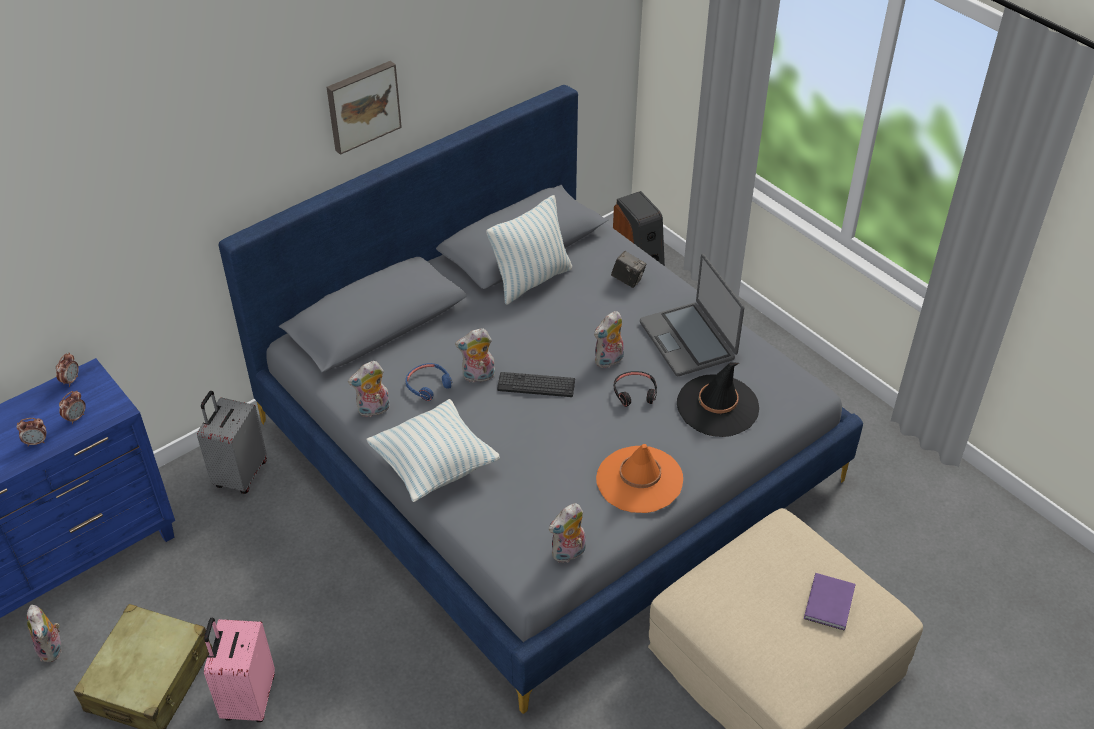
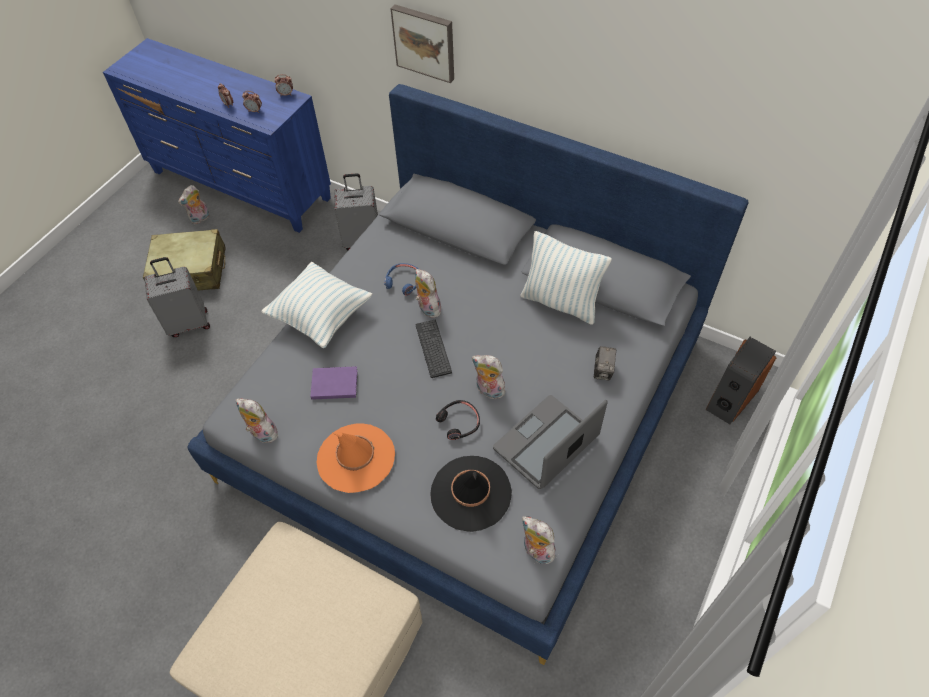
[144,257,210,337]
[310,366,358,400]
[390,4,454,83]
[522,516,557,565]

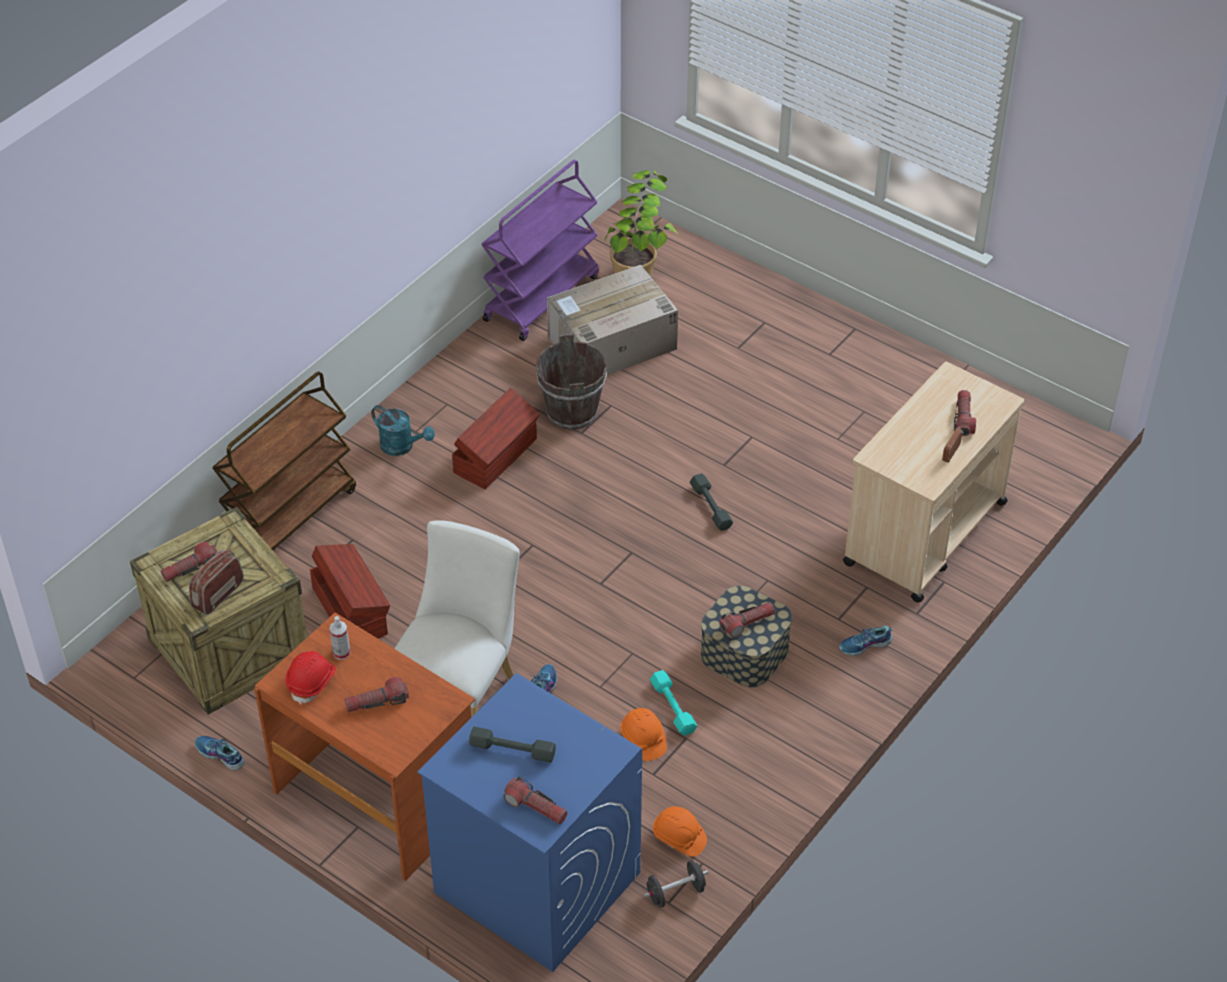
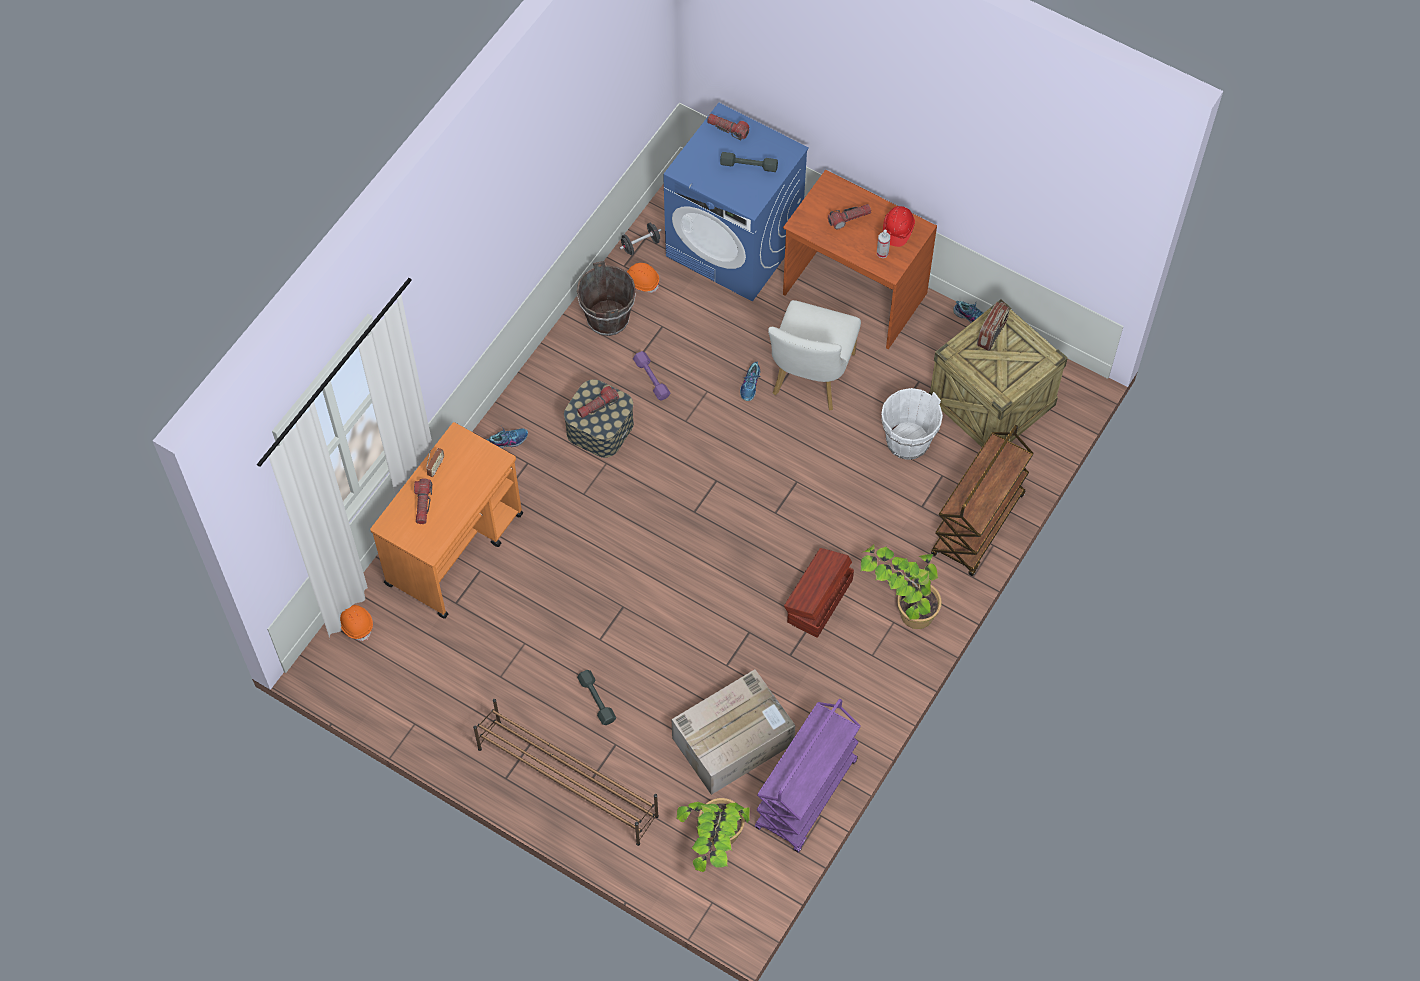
[340,605,373,641]
[370,422,523,619]
[473,699,659,846]
[577,261,636,336]
[577,670,616,725]
[633,351,670,401]
[861,544,942,629]
[881,388,943,460]
[161,542,218,582] (first image)

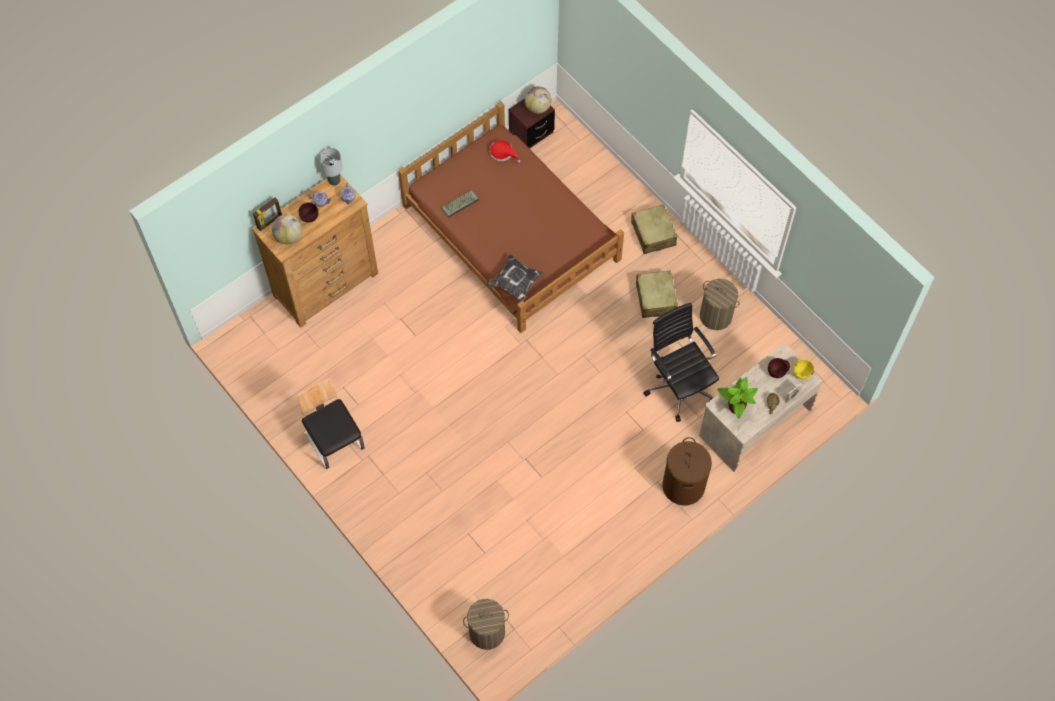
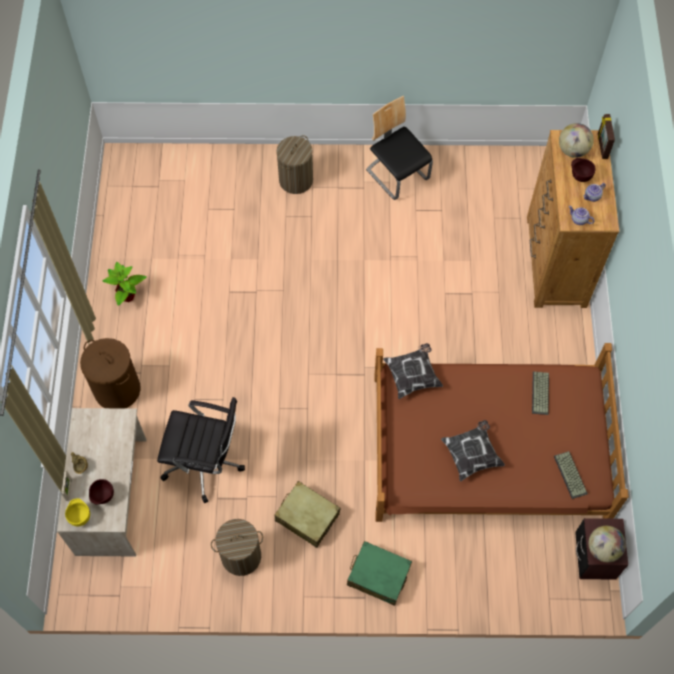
[103,262,147,306]
[276,135,313,194]
[347,541,412,606]
[366,96,433,200]
[441,420,505,482]
[554,451,588,499]
[319,148,343,186] (first image)

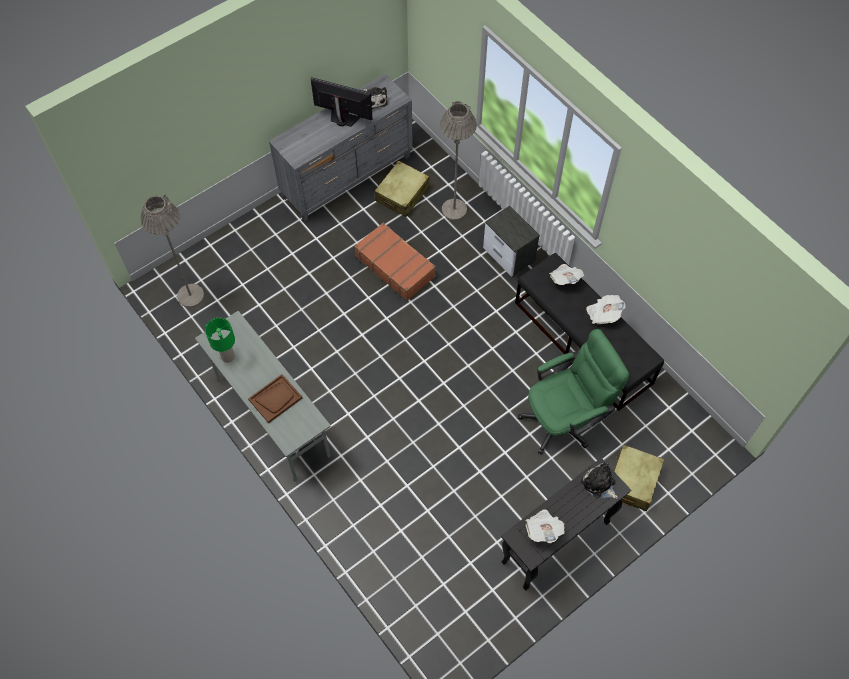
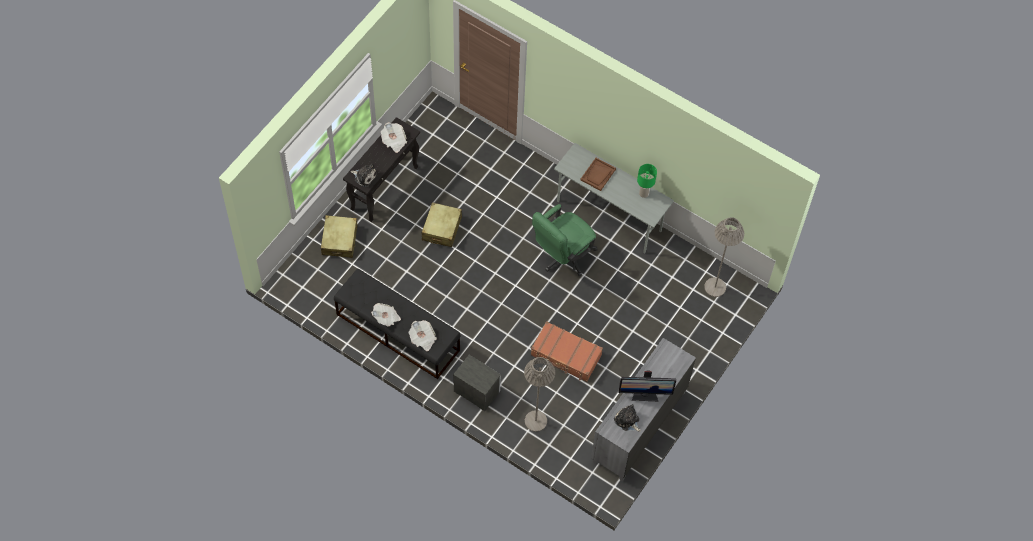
[422,202,462,247]
[532,204,597,276]

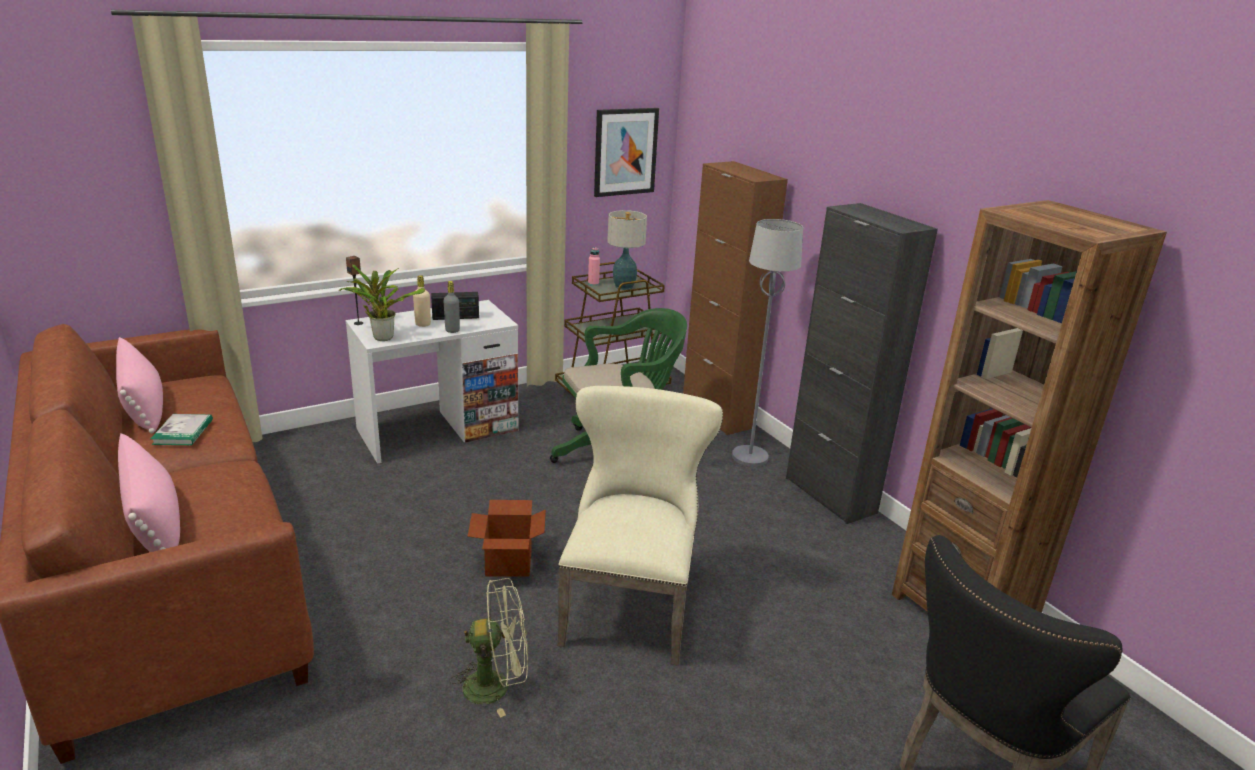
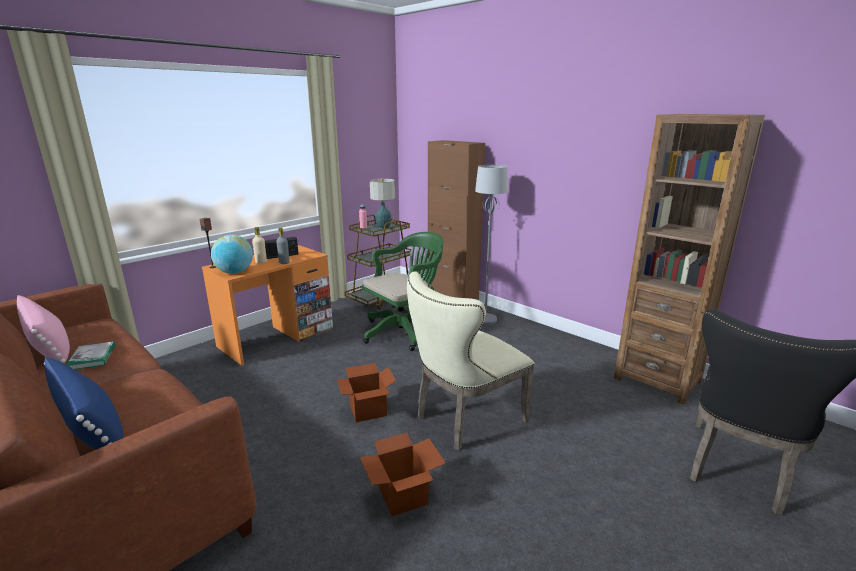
[44,357,123,450]
[202,245,333,366]
[211,235,253,274]
[360,432,446,517]
[407,271,535,450]
[594,108,659,197] (first image)
[786,203,938,524] (first image)

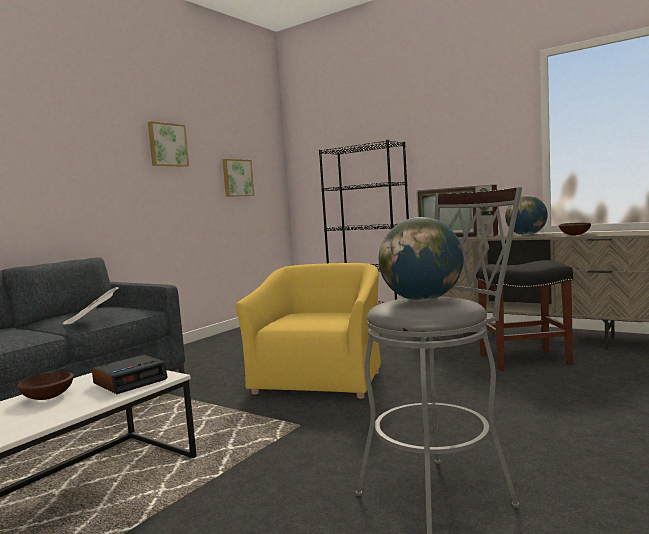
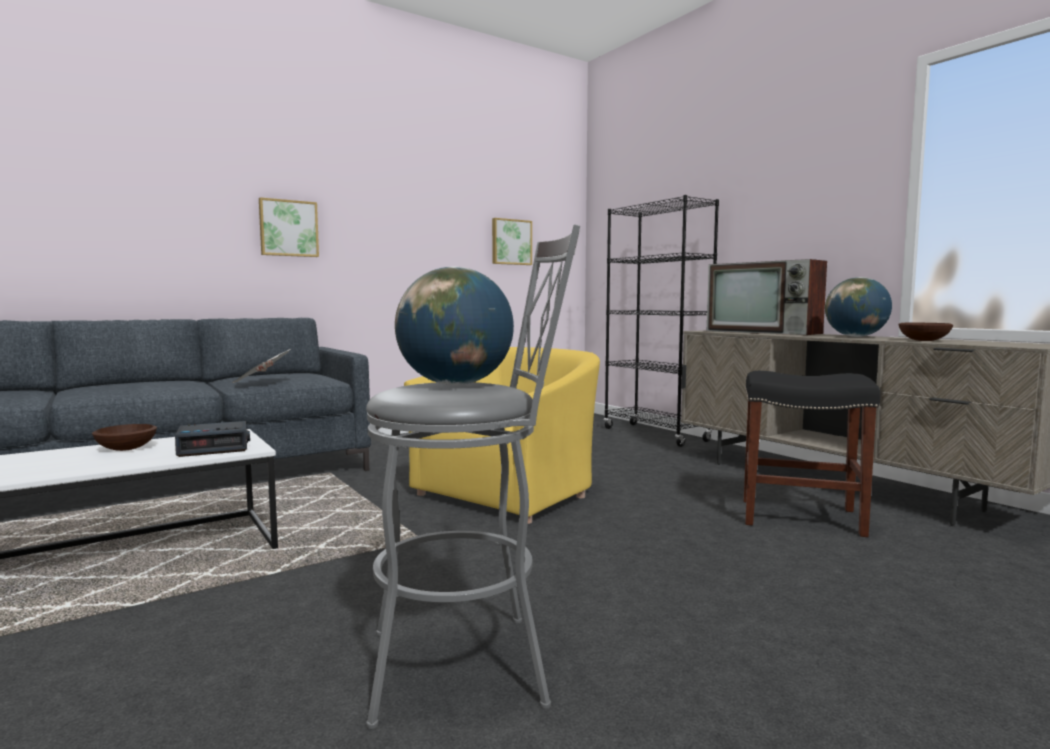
[259,197,319,257]

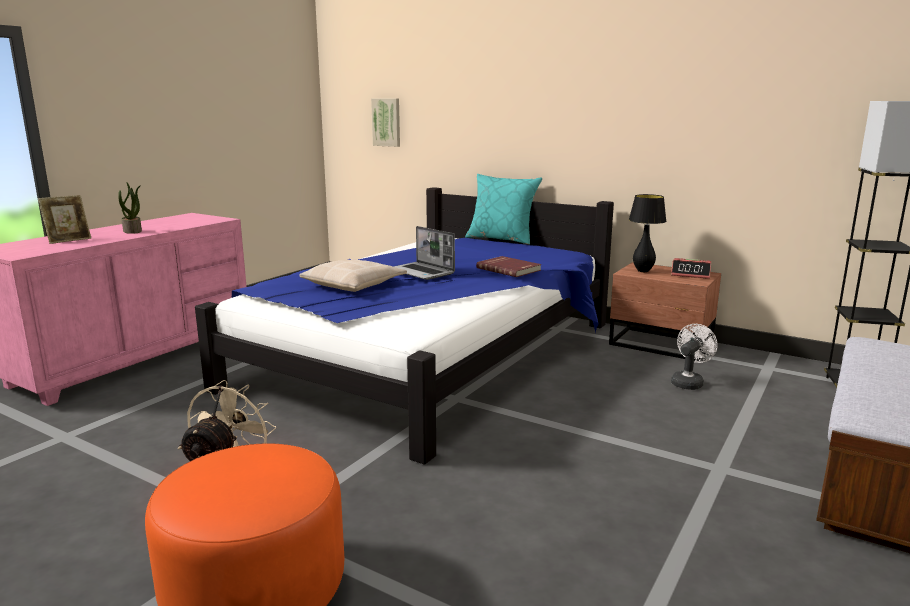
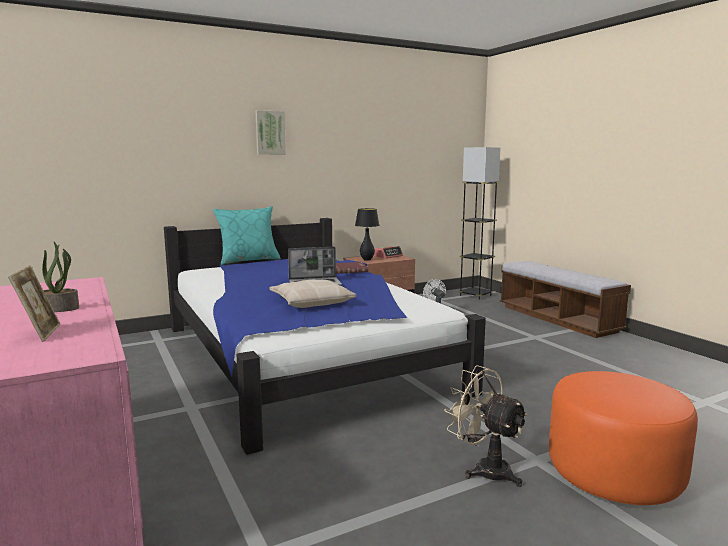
[255,110,286,155]

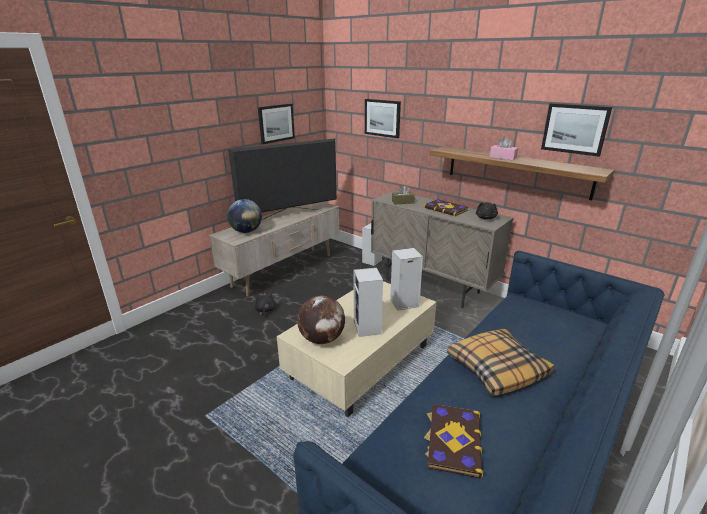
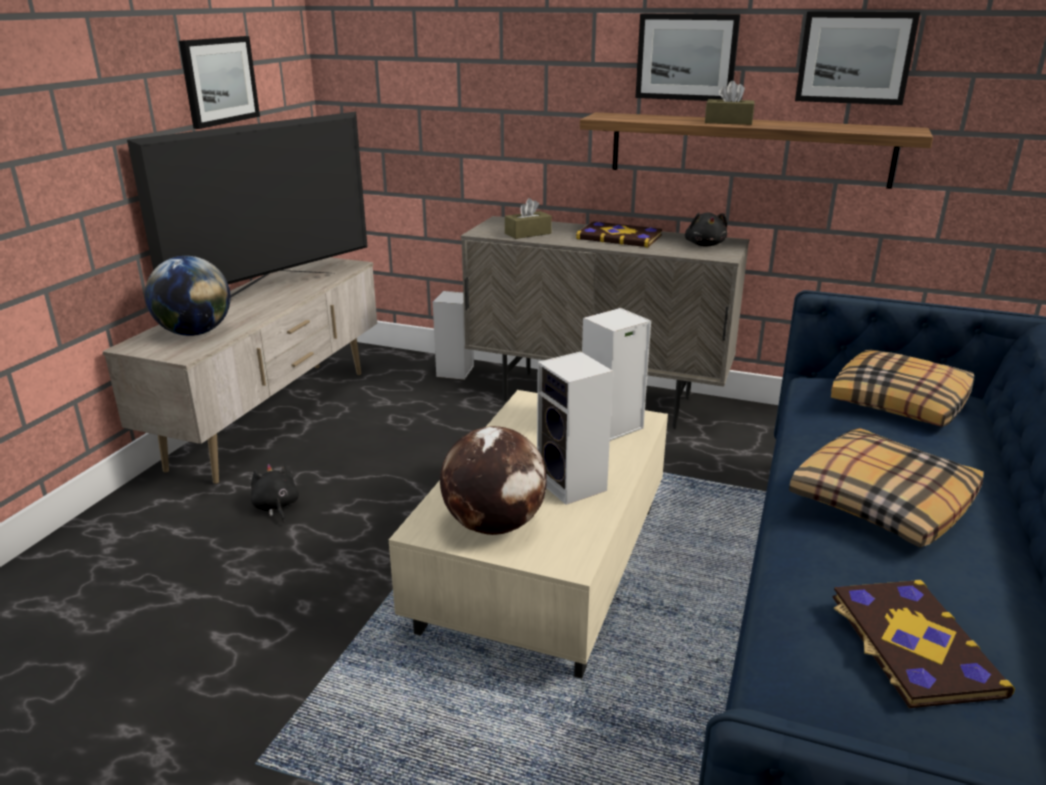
[635,14,741,101]
[705,81,754,125]
[831,350,974,427]

